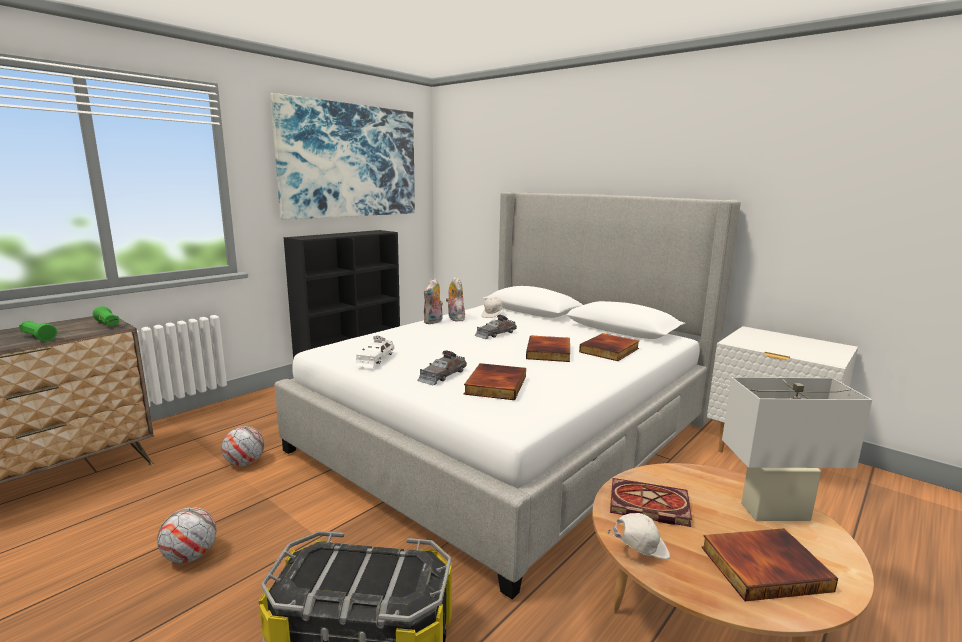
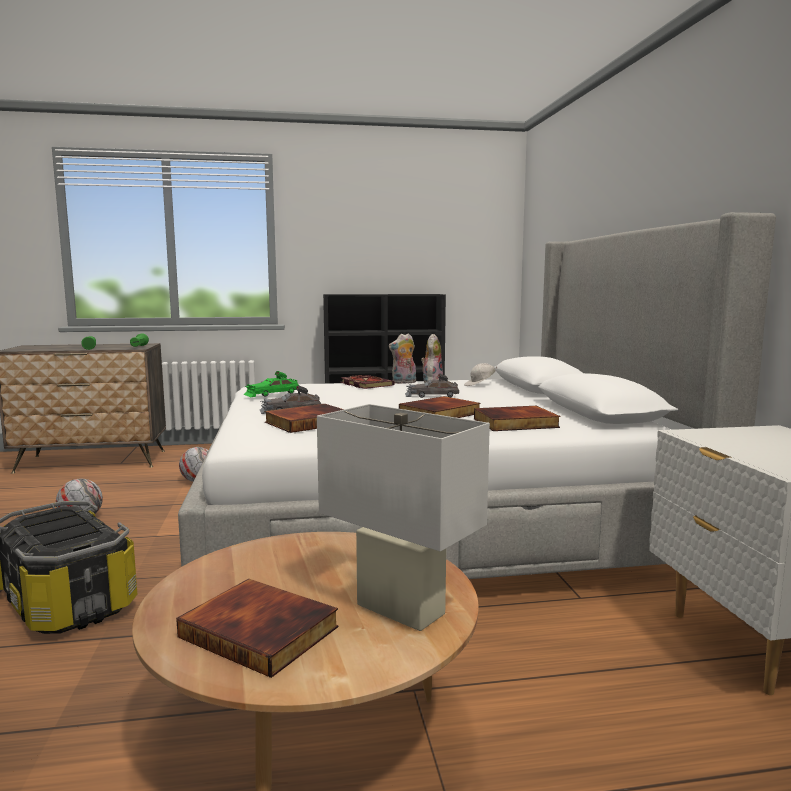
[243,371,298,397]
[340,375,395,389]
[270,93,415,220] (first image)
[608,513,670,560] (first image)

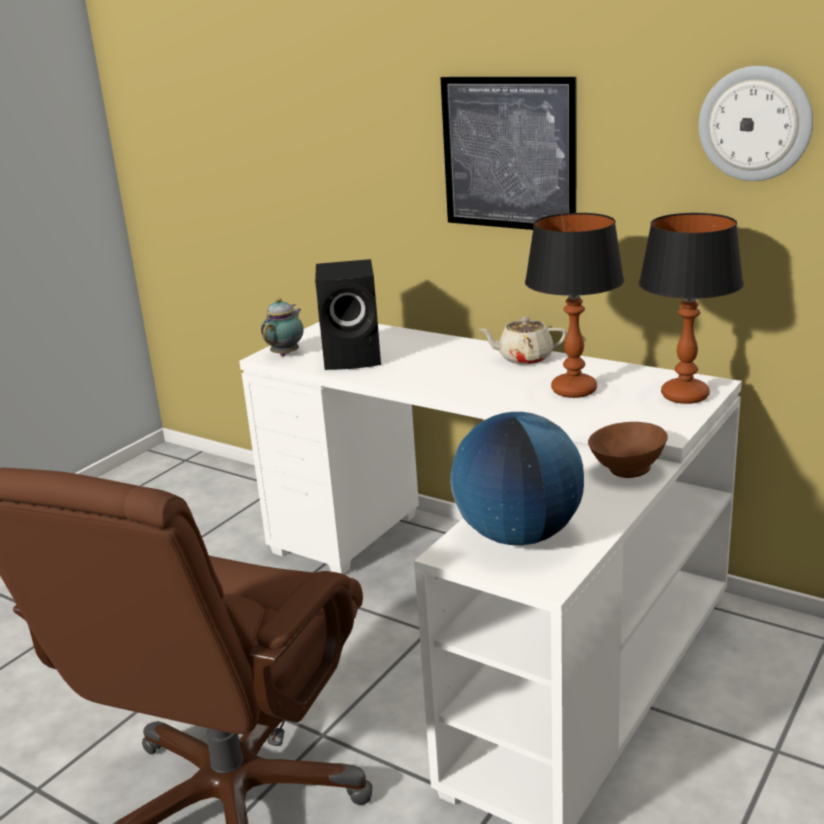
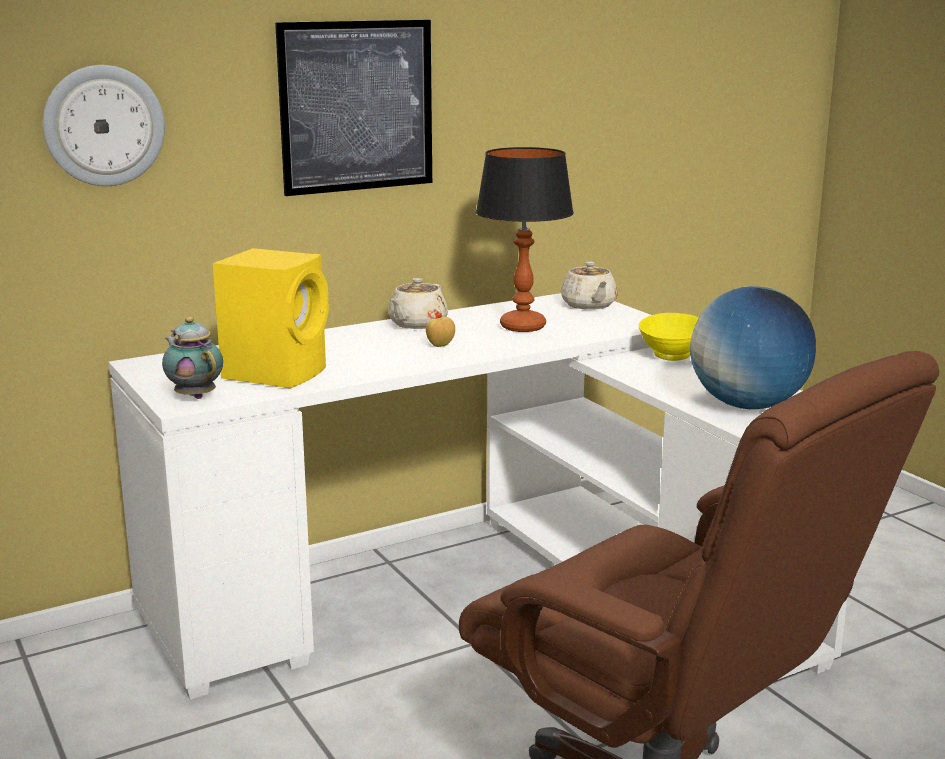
[43,65,165,186]
[213,248,329,388]
[426,317,455,347]
[561,261,618,310]
[639,313,699,361]

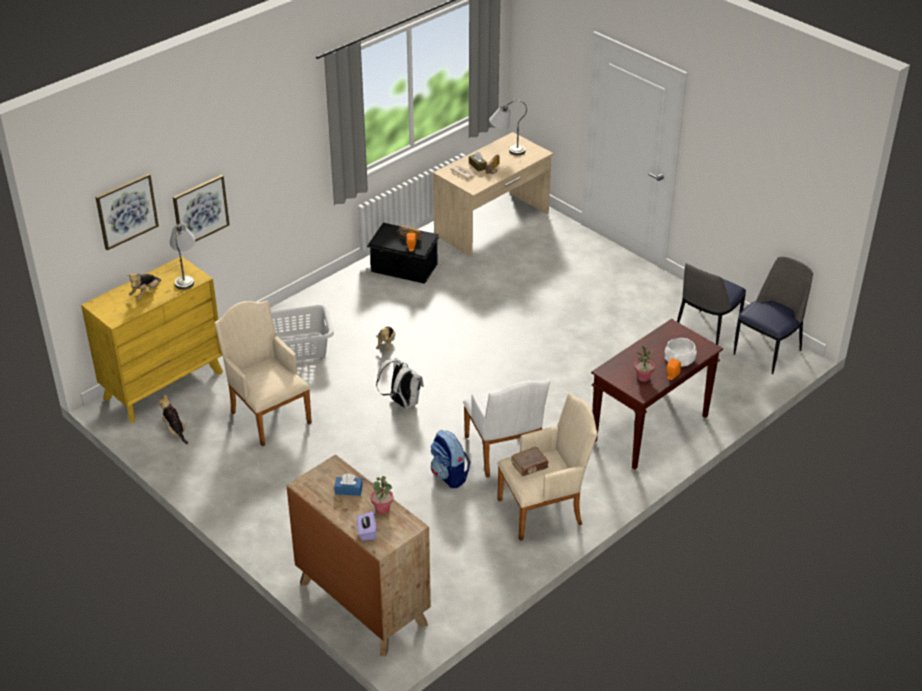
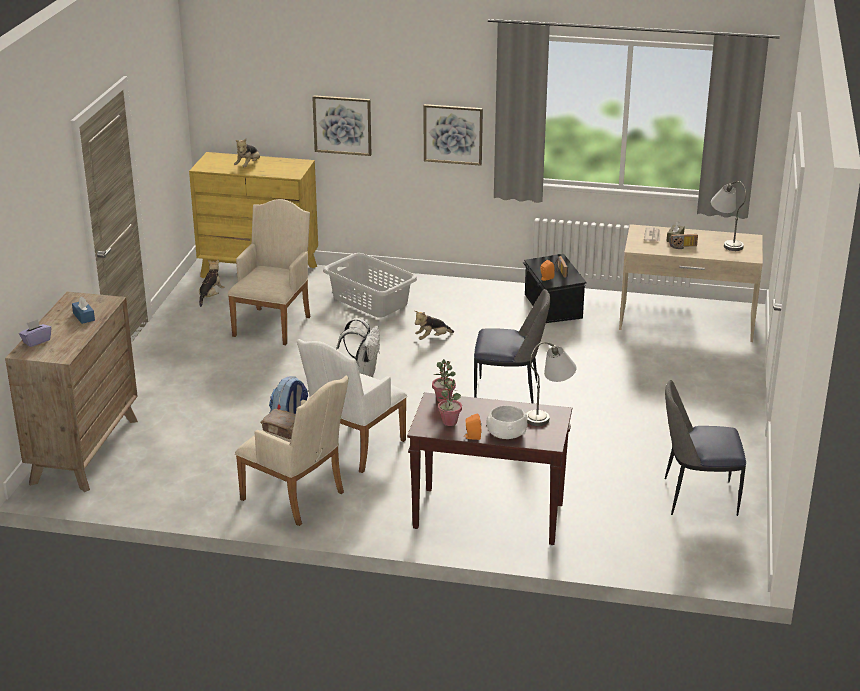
[234,139,260,168]
[424,104,483,166]
[432,359,456,402]
[474,289,550,404]
[526,342,576,426]

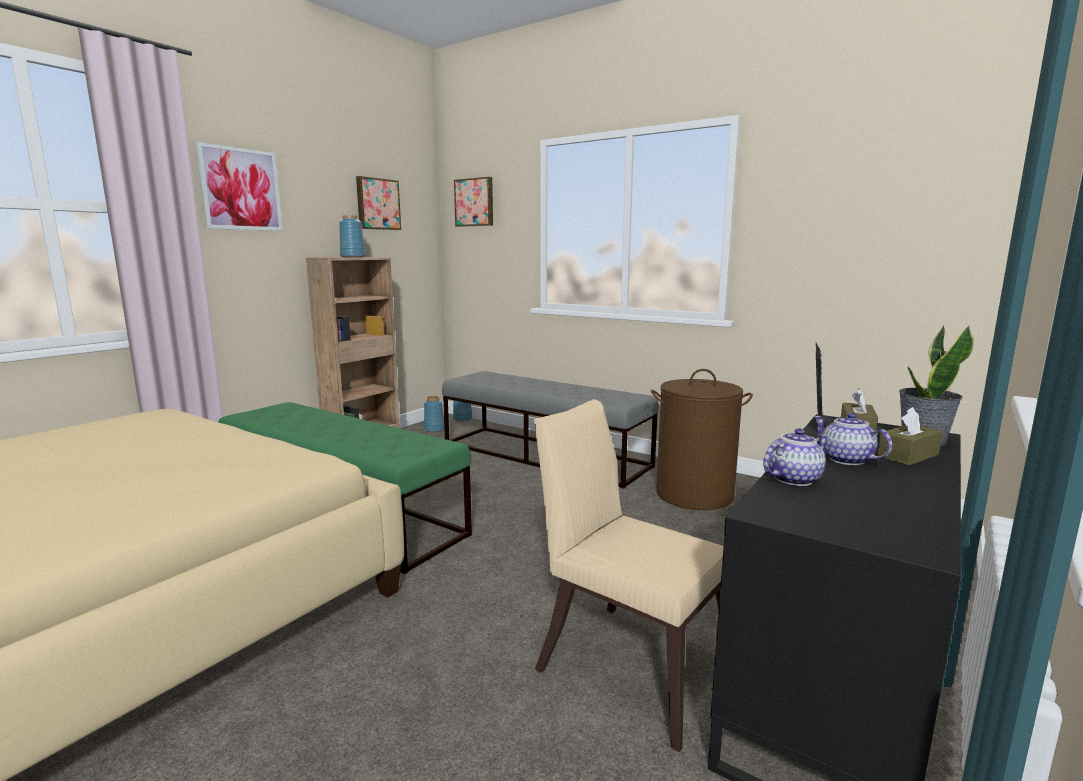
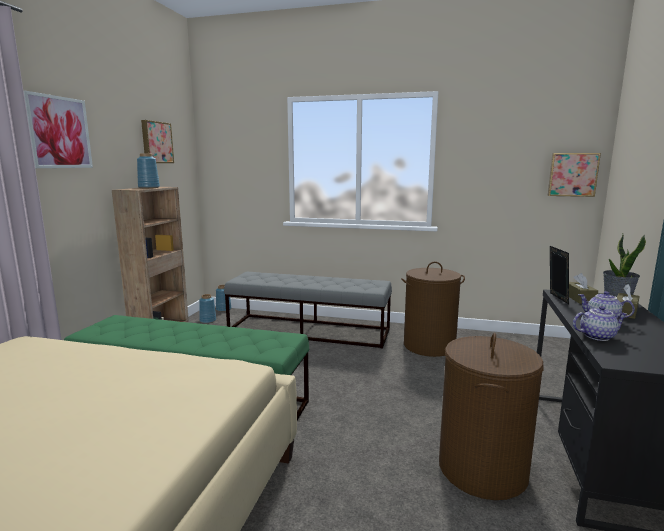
[439,333,543,500]
[548,153,601,197]
[573,306,627,341]

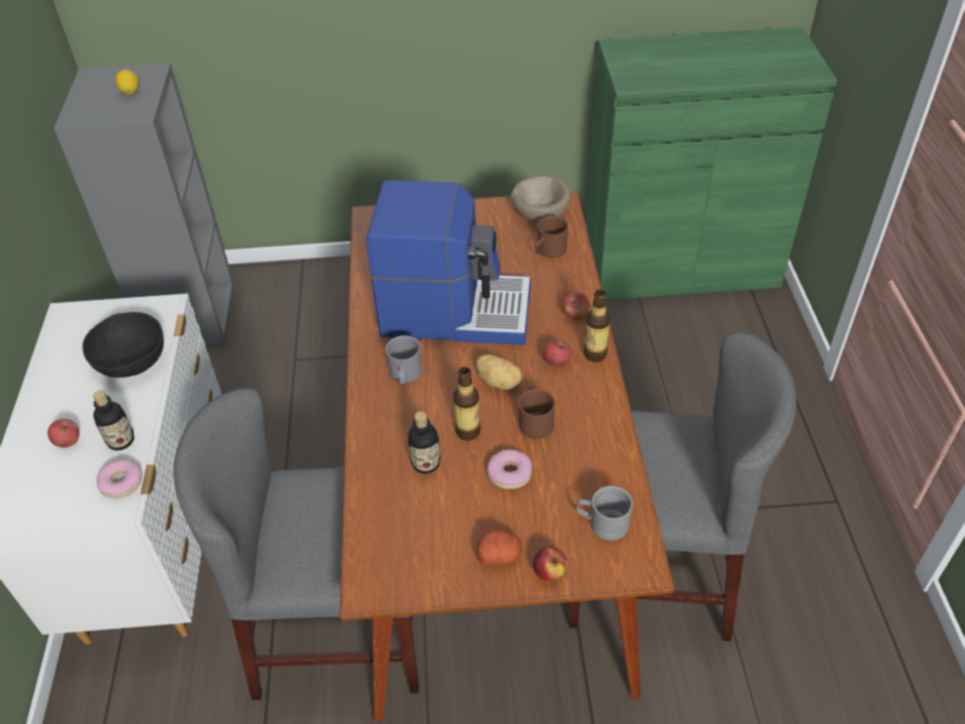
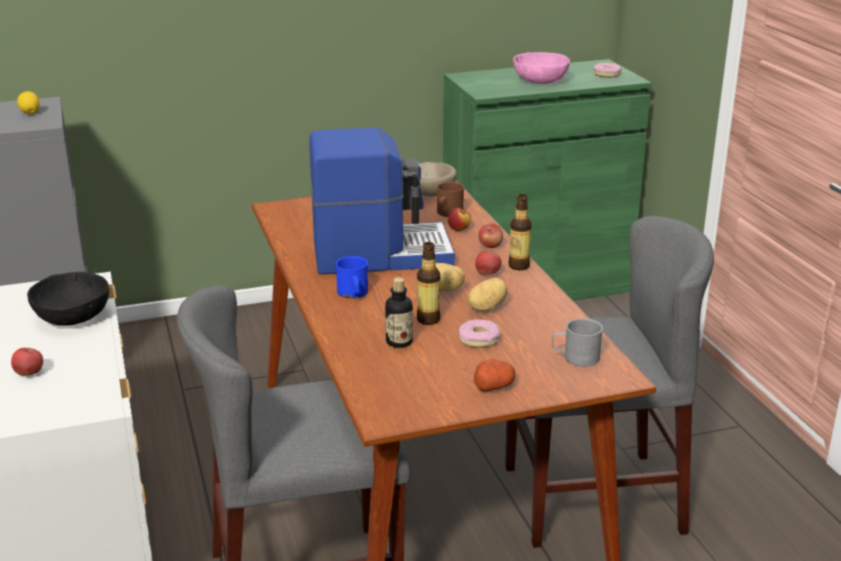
[335,256,368,299]
[448,208,471,231]
[467,278,508,312]
[513,52,570,84]
[594,63,622,78]
[93,390,134,451] (first image)

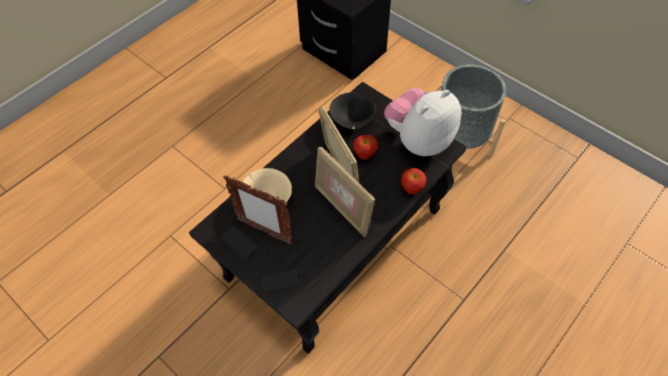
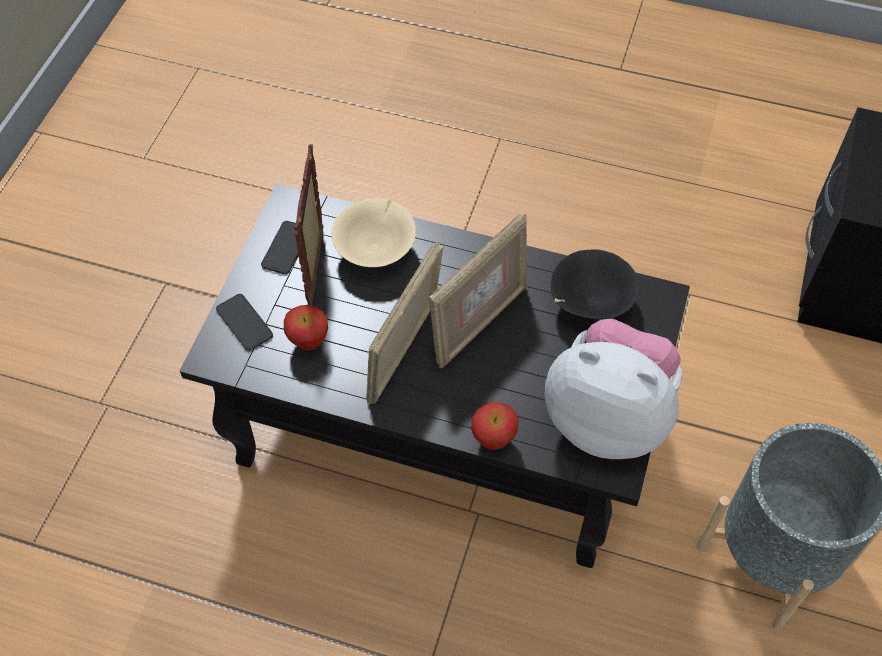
[284,305,328,351]

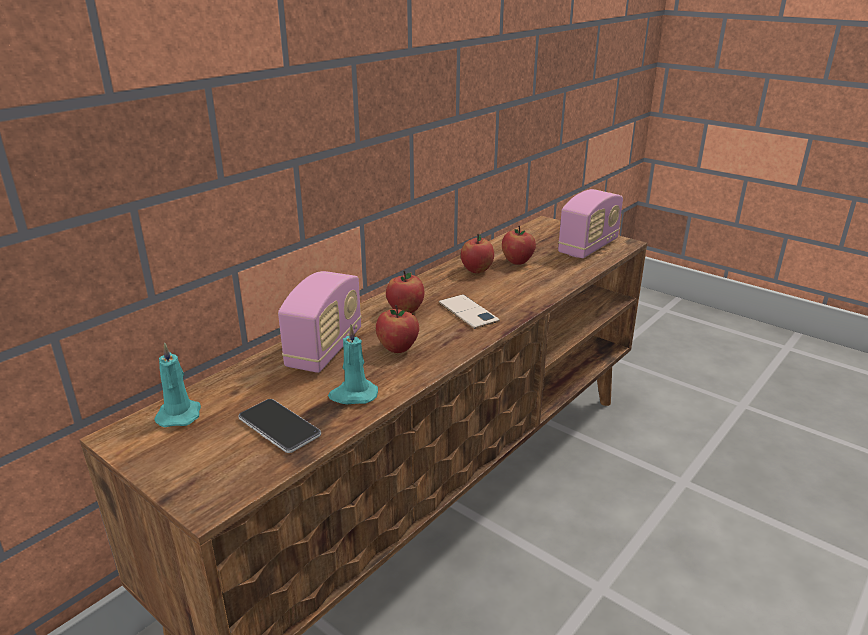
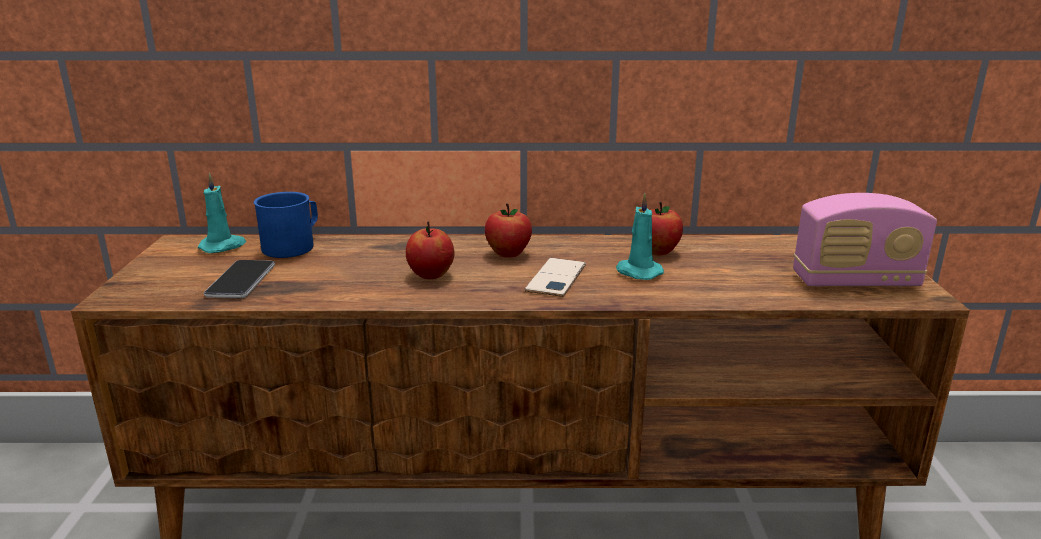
[254,192,318,258]
[616,193,664,280]
[278,271,361,373] (first image)
[502,225,536,265] (first image)

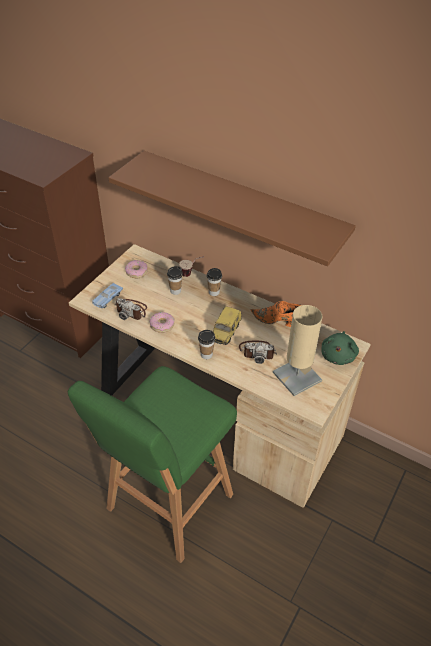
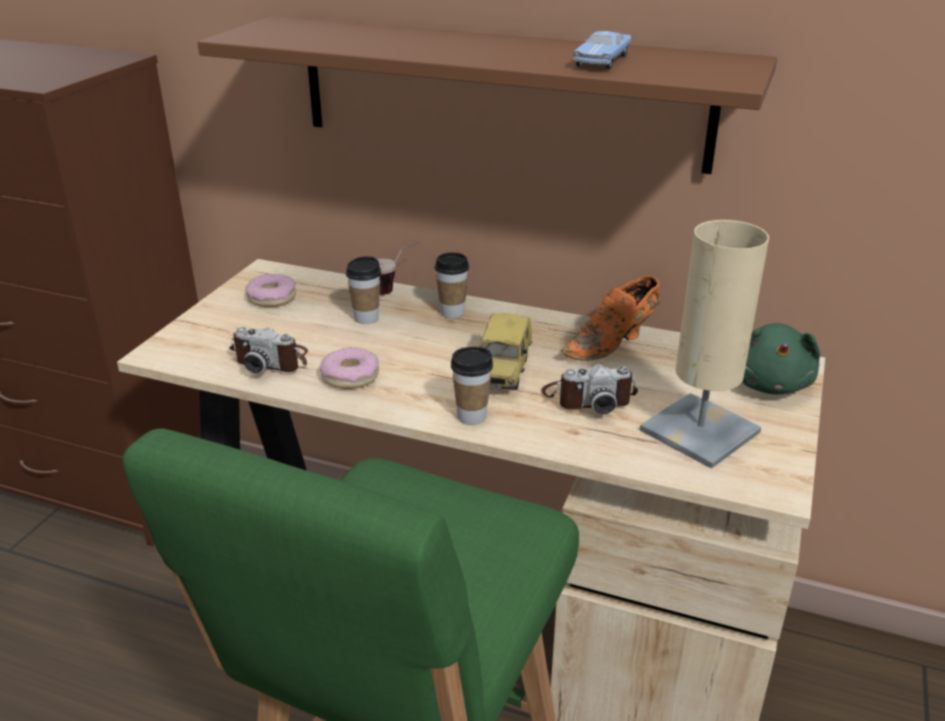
[561,275,660,361]
[573,31,631,70]

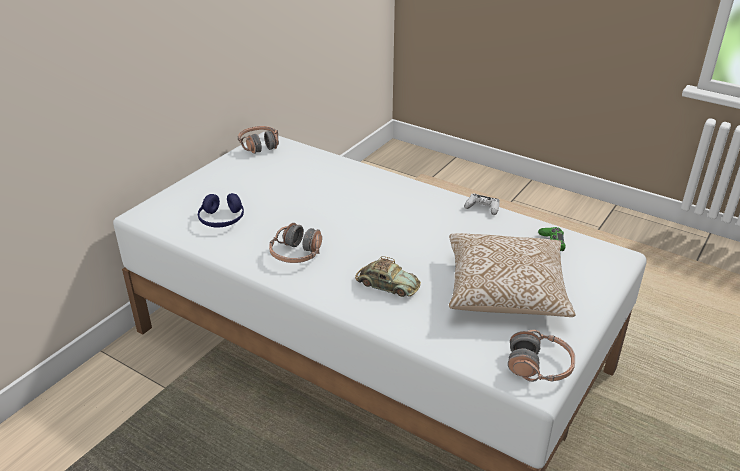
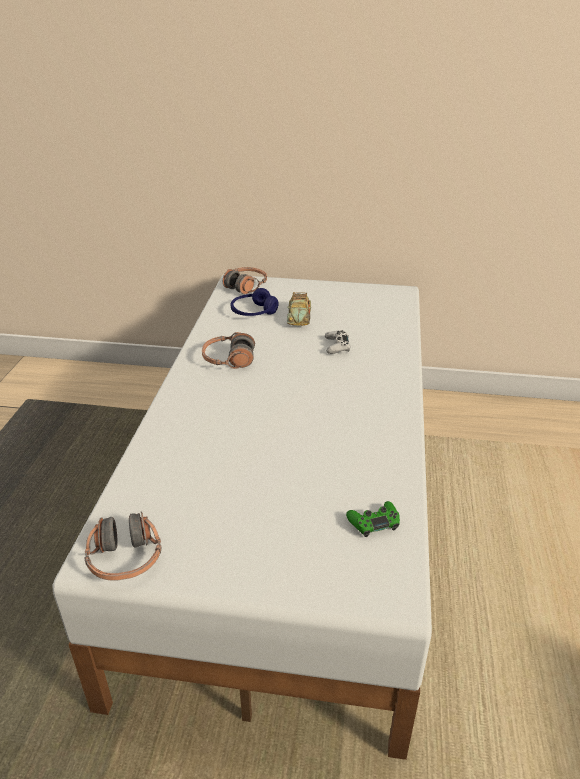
[223,267,267,294]
[287,292,311,326]
[325,330,350,354]
[449,233,575,317] (first image)

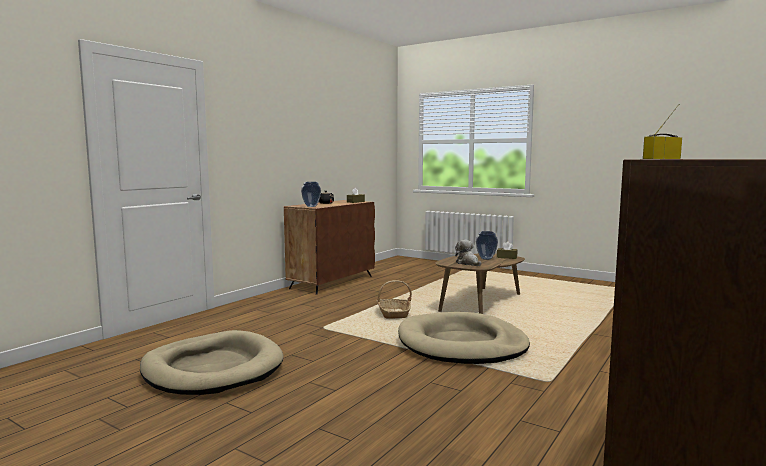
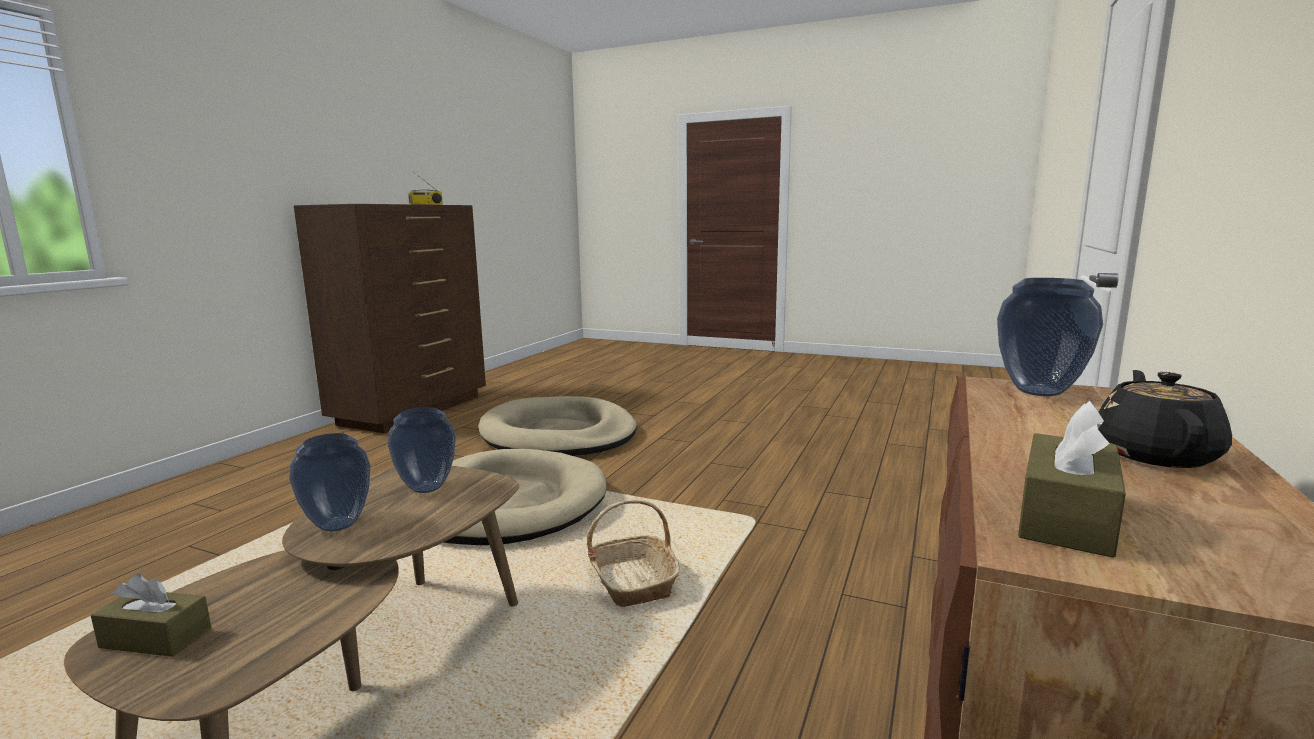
[387,407,456,493]
[479,396,637,456]

